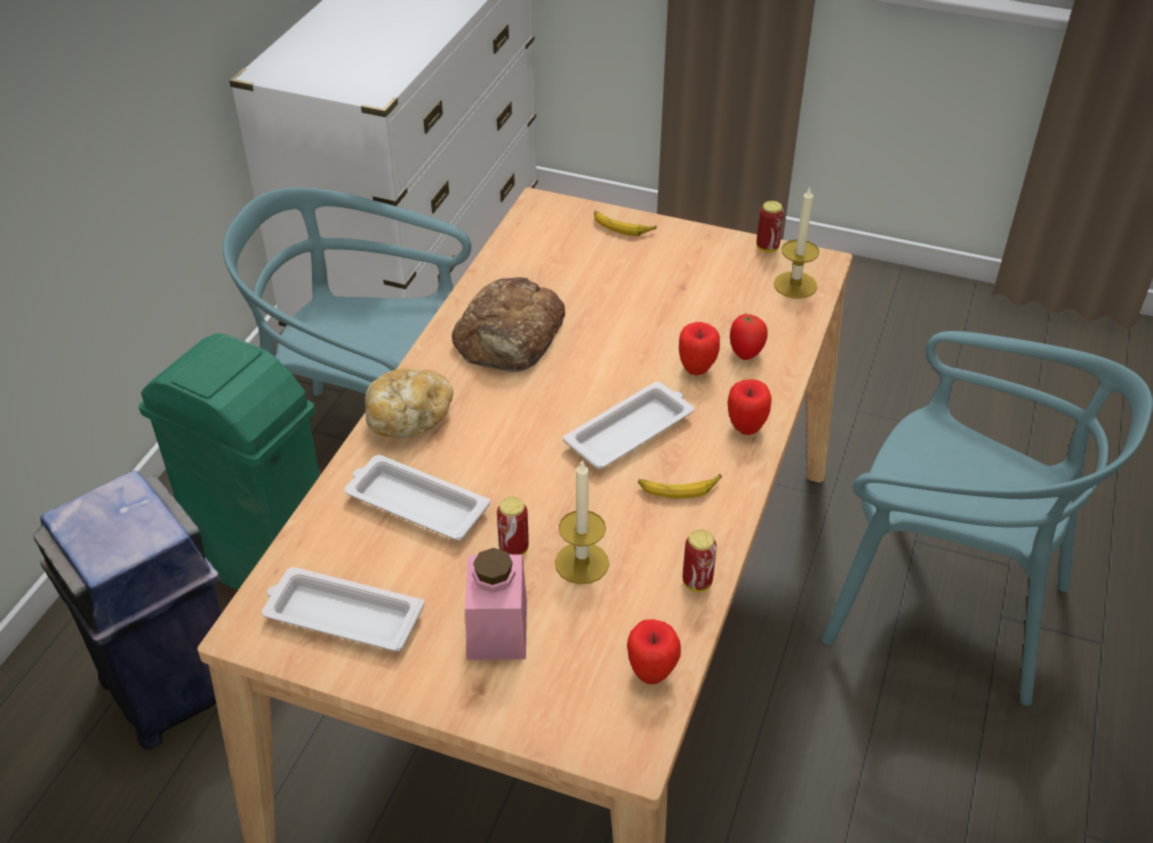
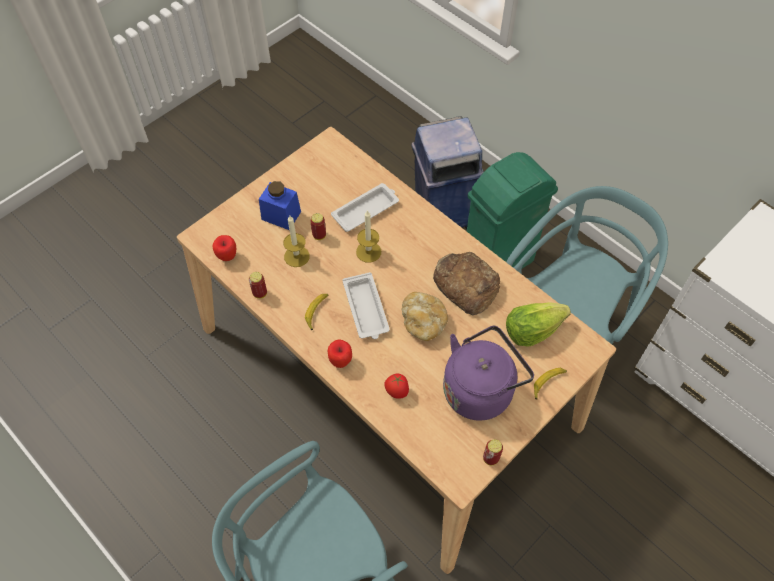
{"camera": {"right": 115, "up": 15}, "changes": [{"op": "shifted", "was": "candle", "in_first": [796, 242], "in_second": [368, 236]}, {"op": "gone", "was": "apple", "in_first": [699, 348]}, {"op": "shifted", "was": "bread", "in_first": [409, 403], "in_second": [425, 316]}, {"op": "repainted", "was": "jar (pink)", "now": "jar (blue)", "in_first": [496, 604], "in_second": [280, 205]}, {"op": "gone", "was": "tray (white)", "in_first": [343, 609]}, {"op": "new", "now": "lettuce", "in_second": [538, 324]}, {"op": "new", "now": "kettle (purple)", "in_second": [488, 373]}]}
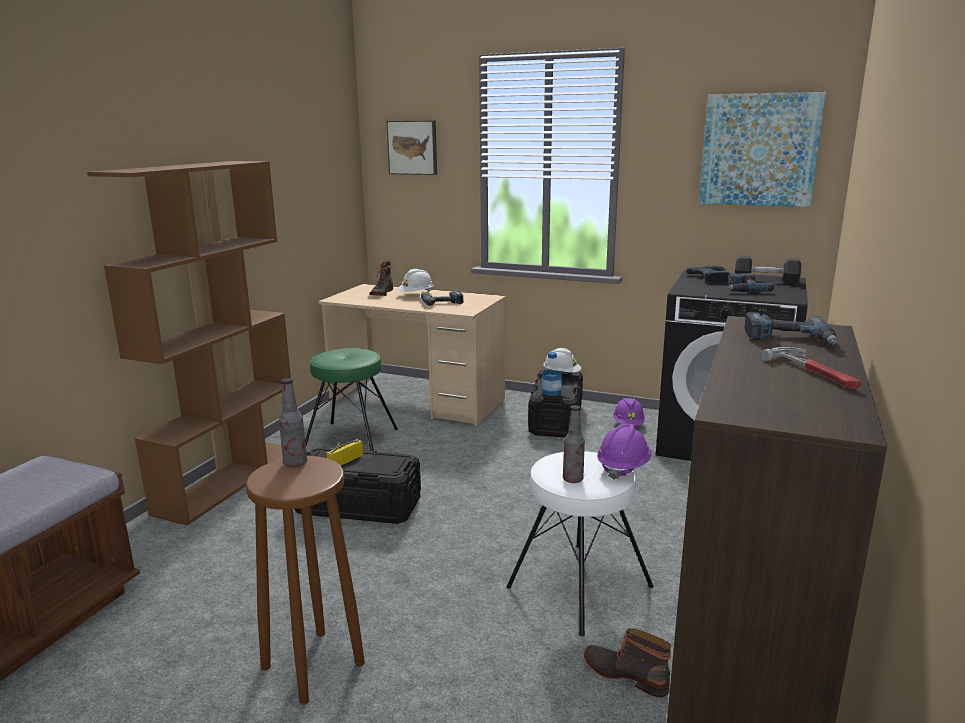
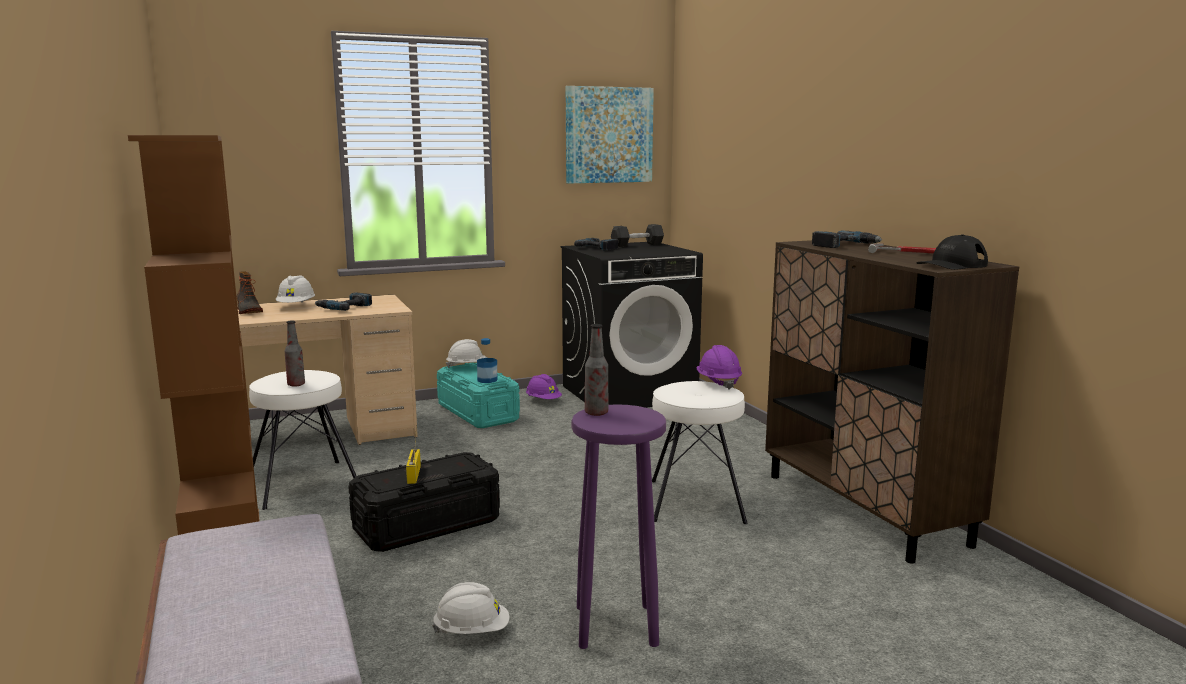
{"camera": {"right": -45, "up": -5}, "changes": [{"op": "gone", "was": "picture", "in_first": [411, 147]}, {"op": "gone", "was": "power drill", "in_first": [750, 282]}, {"op": "repainted", "was": "stool (green)", "now": "stool (white)", "in_first": [351, 400], "in_second": [303, 440]}, {"op": "repainted", "was": "storage box (black)", "now": "storage box (turquoise)", "in_first": [555, 403], "in_second": [478, 395]}, {"op": "shifted", "was": "bottle", "in_first": [574, 444], "in_second": [295, 353]}, {"op": "repainted", "was": "stool (brown)", "now": "stool (purple)", "in_first": [305, 580], "in_second": [618, 526]}, {"op": "gone", "was": "boot", "in_first": [628, 662]}, {"op": "new", "now": "cap (black)", "in_second": [952, 252]}, {"op": "new", "now": "hard hat (white)", "in_second": [470, 608]}]}
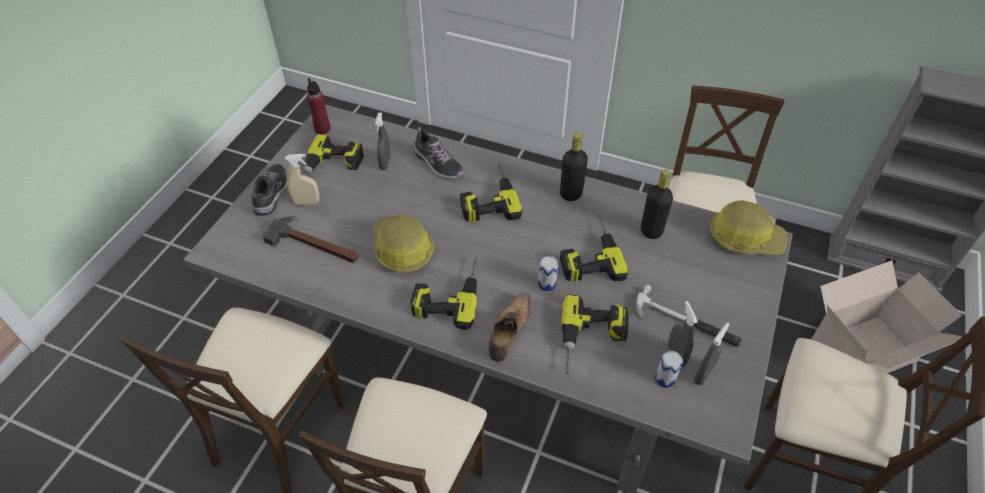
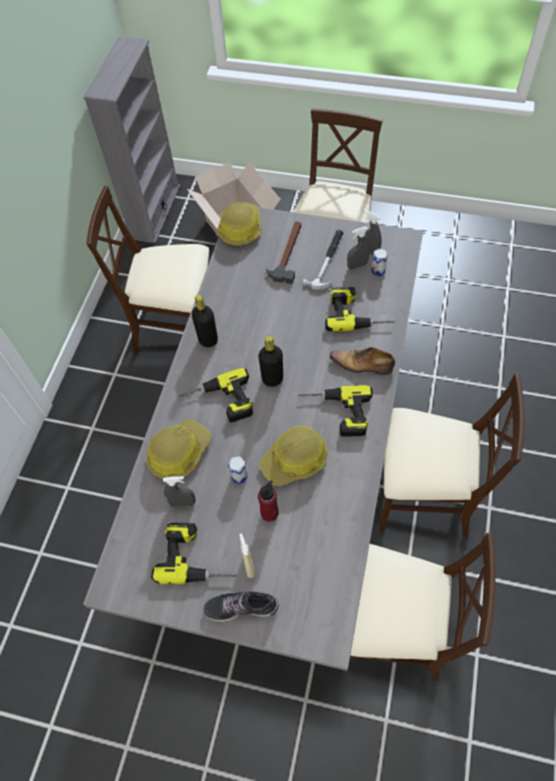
{"camera": {"right": -95, "up": 10}, "changes": [{"op": "shifted", "was": "bottle (red)", "in_first": [318, 106], "in_second": [268, 501]}, {"op": "swapped", "was": "shoe", "now": "hard hat", "in_first": [439, 153], "in_second": [178, 449]}, {"op": "shifted", "was": "bottle (black)", "in_first": [657, 204], "in_second": [270, 361]}, {"op": "gone", "was": "power drill", "in_first": [594, 248]}, {"op": "shifted", "was": "hammer", "in_first": [310, 239], "in_second": [283, 252]}, {"op": "shifted", "was": "can", "in_first": [548, 273], "in_second": [237, 470]}]}
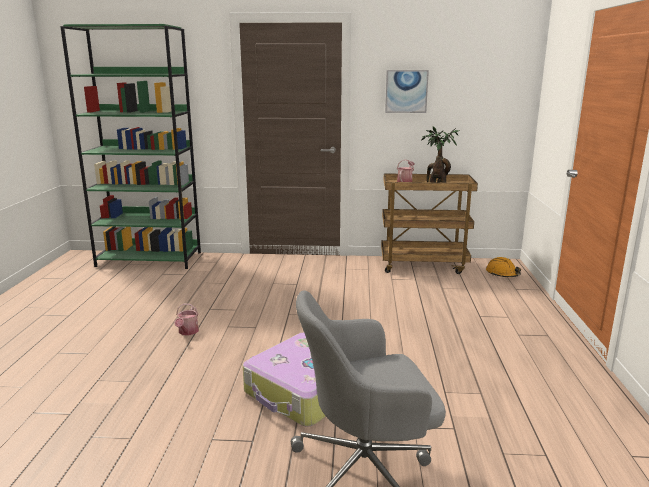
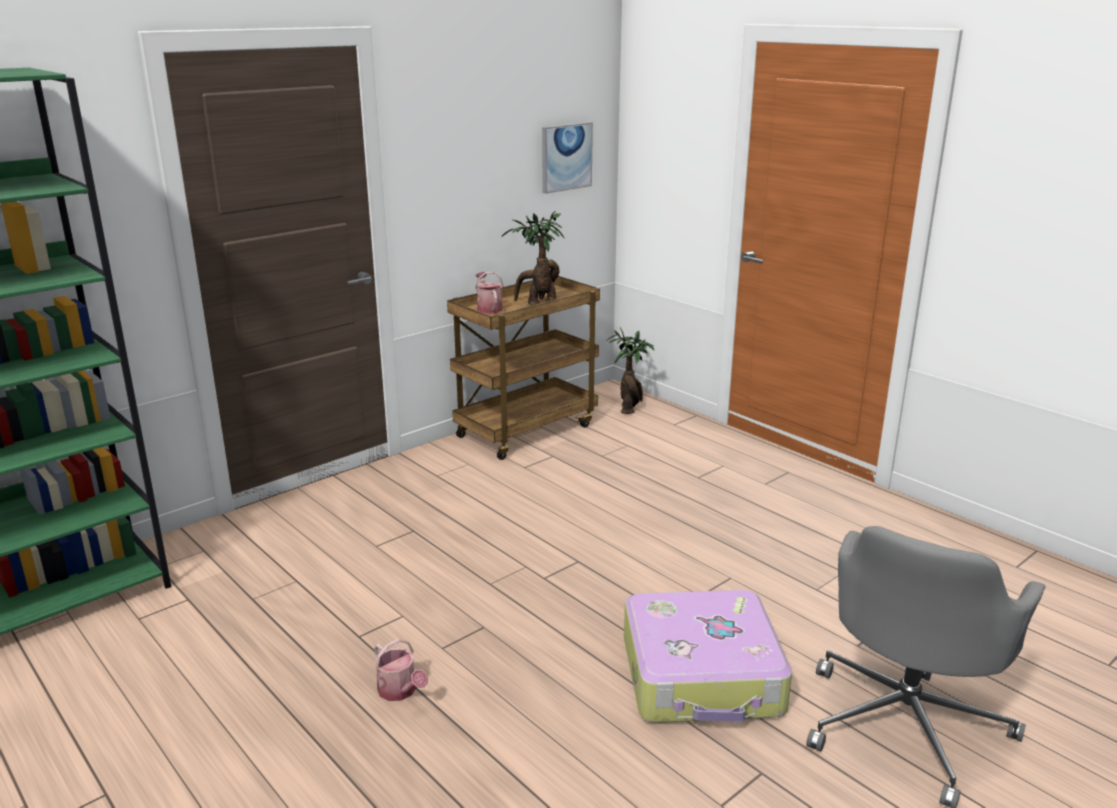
{"camera": {"right": -45, "up": 5}, "changes": [{"op": "shifted", "was": "picture", "in_first": [407, 91], "in_second": [567, 158]}, {"op": "swapped", "was": "hard hat (orange)", "now": "potted plant", "in_first": [503, 267], "in_second": [630, 370]}]}
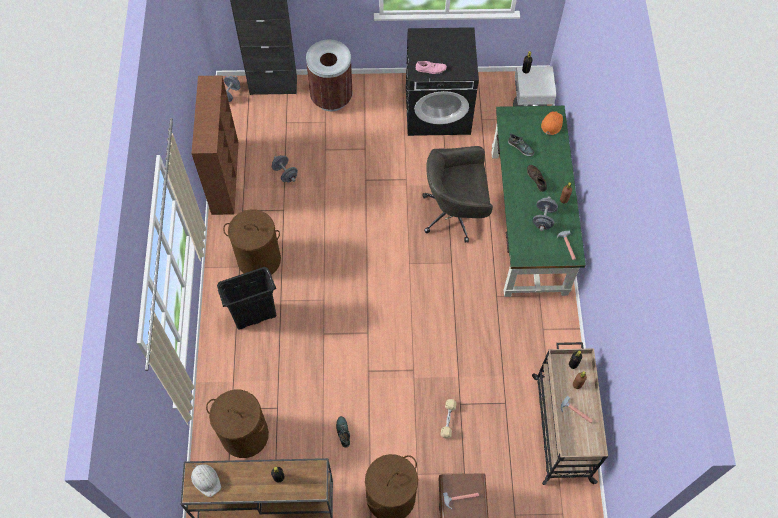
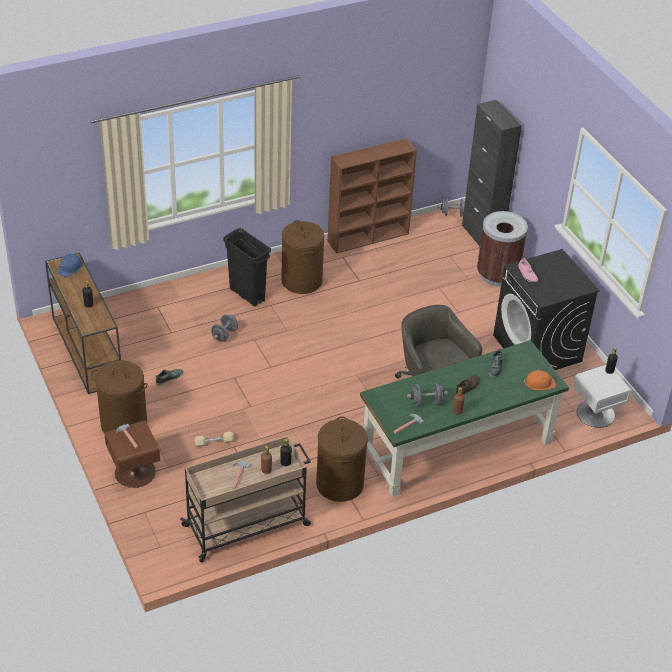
{"camera": {"right": 65, "up": -20}, "changes": [{"op": "shifted", "was": "dumbbell (grey)", "in_first": [285, 168], "in_second": [224, 327]}, {"op": "shifted", "was": "laundry basket (brown)", "in_first": [237, 424], "in_second": [342, 459]}, {"op": "repainted", "was": "hard hat (white)", "now": "hard hat (blue)", "in_first": [206, 480], "in_second": [69, 265]}]}
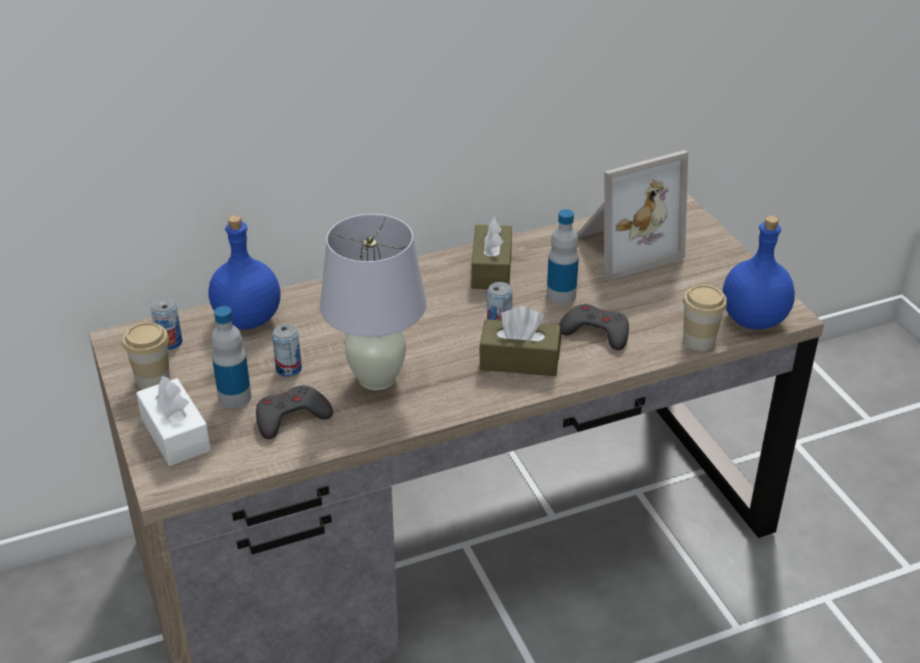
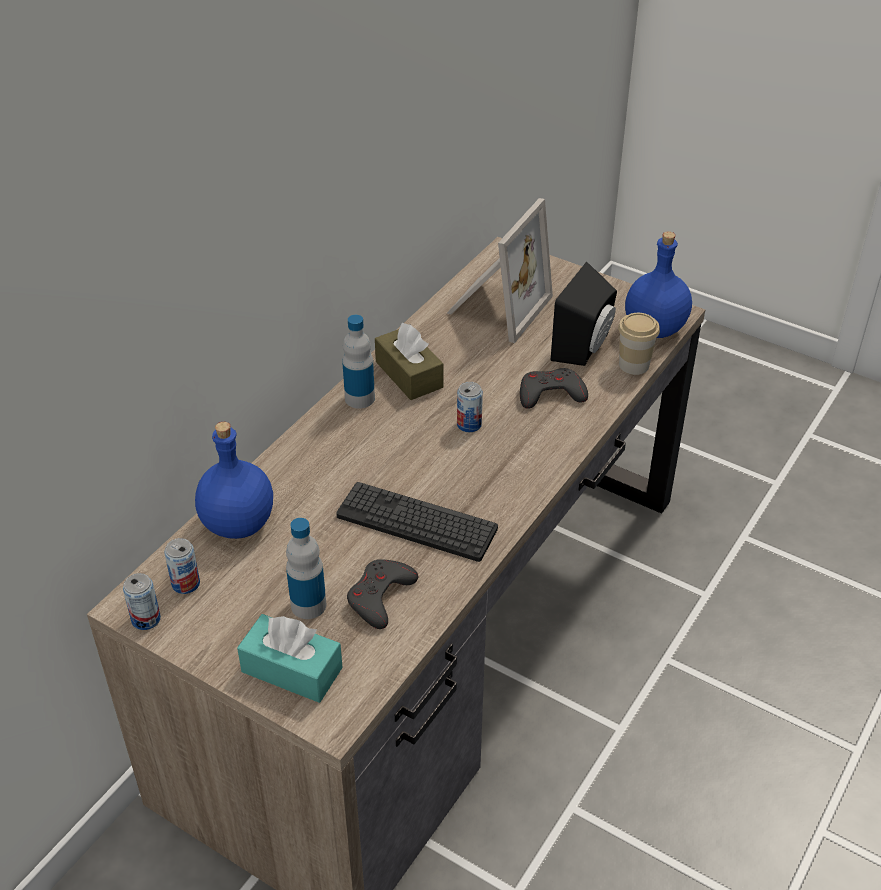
{"camera": {"right": -35, "up": 5}, "changes": [{"op": "shifted", "was": "bottle", "in_first": [563, 257], "in_second": [358, 362]}, {"op": "swapped", "was": "table lamp (white)", "now": "keyboard", "in_first": [373, 302], "in_second": [417, 522]}, {"op": "gone", "was": "tissue box (brown)", "in_first": [520, 341]}, {"op": "gone", "was": "cup", "in_first": [146, 355]}, {"op": "shifted", "was": "can", "in_first": [287, 350], "in_second": [142, 601]}, {"op": "repainted", "was": "tissue box (white)", "now": "tissue box (turquoise)", "in_first": [173, 421], "in_second": [290, 658]}, {"op": "new", "now": "speaker (black)", "in_second": [584, 314]}]}
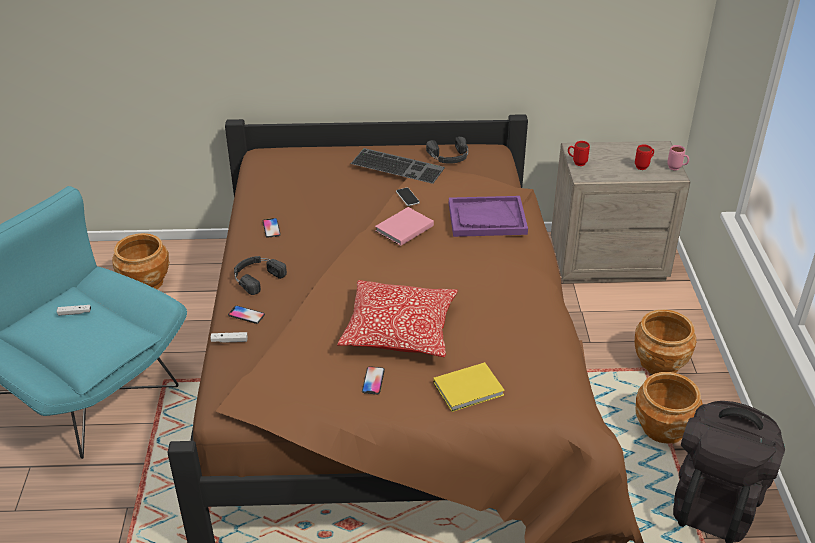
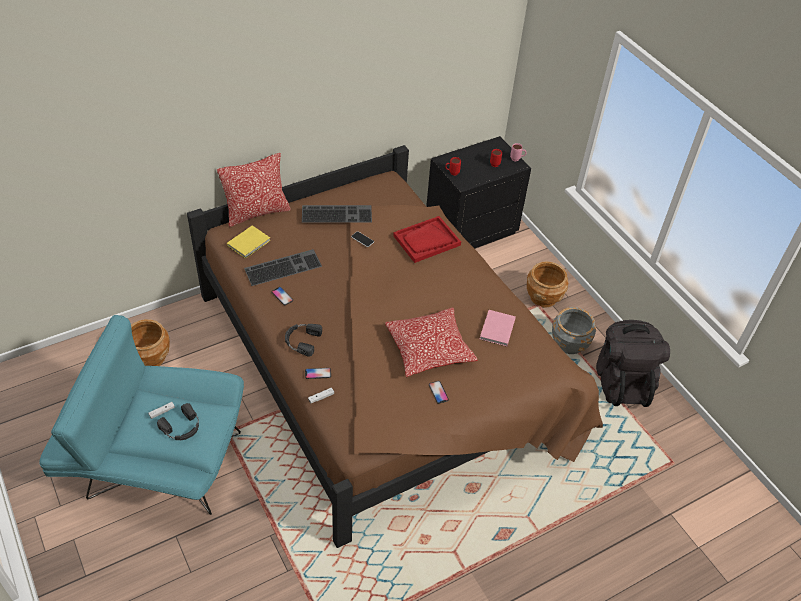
{"camera": {"right": -30, "up": 10}, "changes": [{"op": "shifted", "was": "headphones (black)", "in_first": [447, 150], "in_second": [178, 421]}, {"op": "repainted", "was": "nightstand (beige)", "now": "nightstand (black)", "in_first": [620, 212], "in_second": [478, 192]}, {"op": "repainted", "was": "tray (purple)", "now": "tray (red)", "in_first": [488, 216], "in_second": [427, 239]}, {"op": "shifted", "was": "book (pink)", "in_first": [404, 226], "in_second": [498, 328]}, {"op": "shifted", "was": "book (yellow)", "in_first": [469, 387], "in_second": [249, 242]}, {"op": "repainted", "was": "planter (brown)", "now": "planter (grey)", "in_first": [668, 408], "in_second": [574, 330]}, {"op": "new", "now": "pillow", "in_second": [253, 190]}, {"op": "new", "now": "keyboard", "in_second": [283, 267]}]}
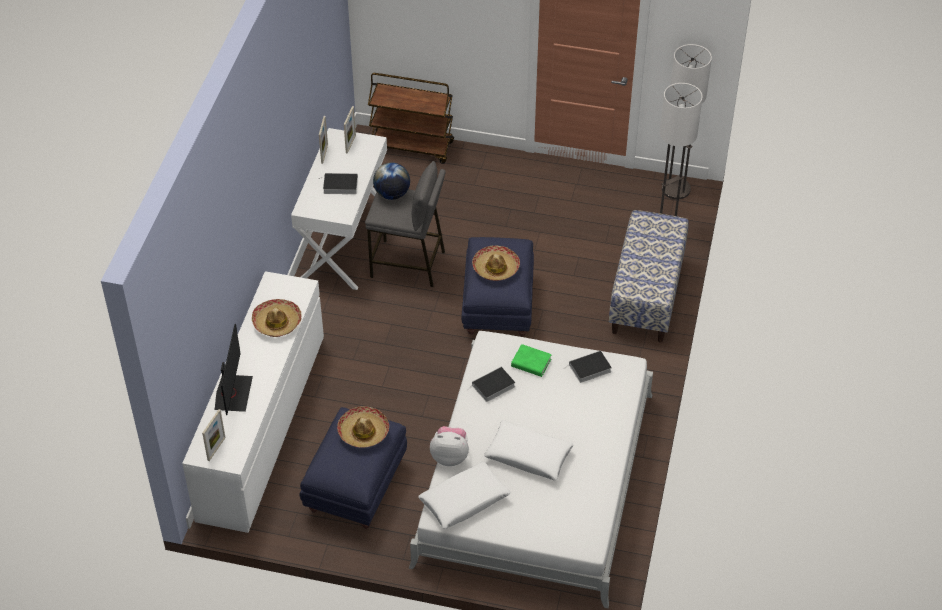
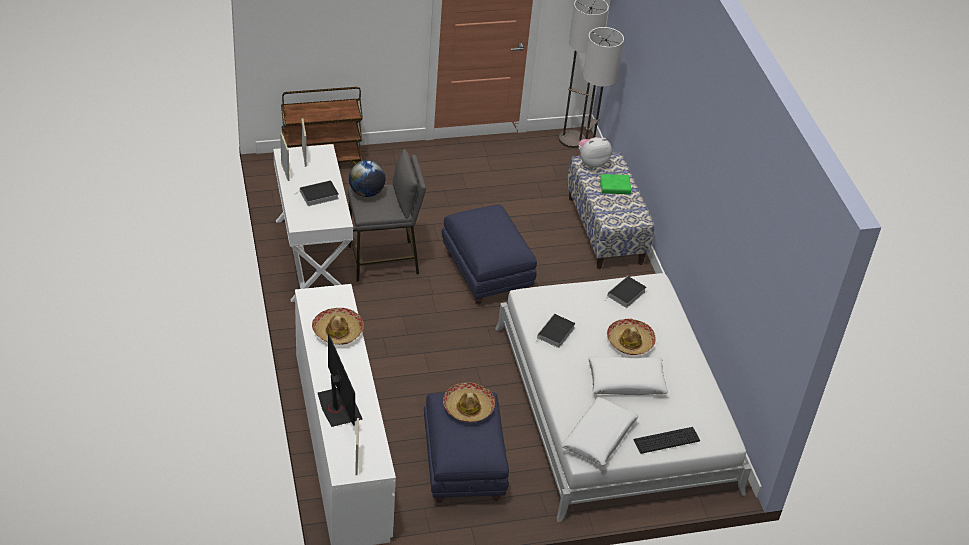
{"camera": {"right": -30, "up": -5}, "changes": [{"op": "shifted", "was": "hat", "in_first": [496, 263], "in_second": [631, 337]}, {"op": "shifted", "was": "book (green)", "in_first": [531, 360], "in_second": [615, 184]}, {"op": "shifted", "was": "plush toy", "in_first": [449, 446], "in_second": [595, 152]}, {"op": "new", "now": "keyboard", "in_second": [667, 440]}]}
